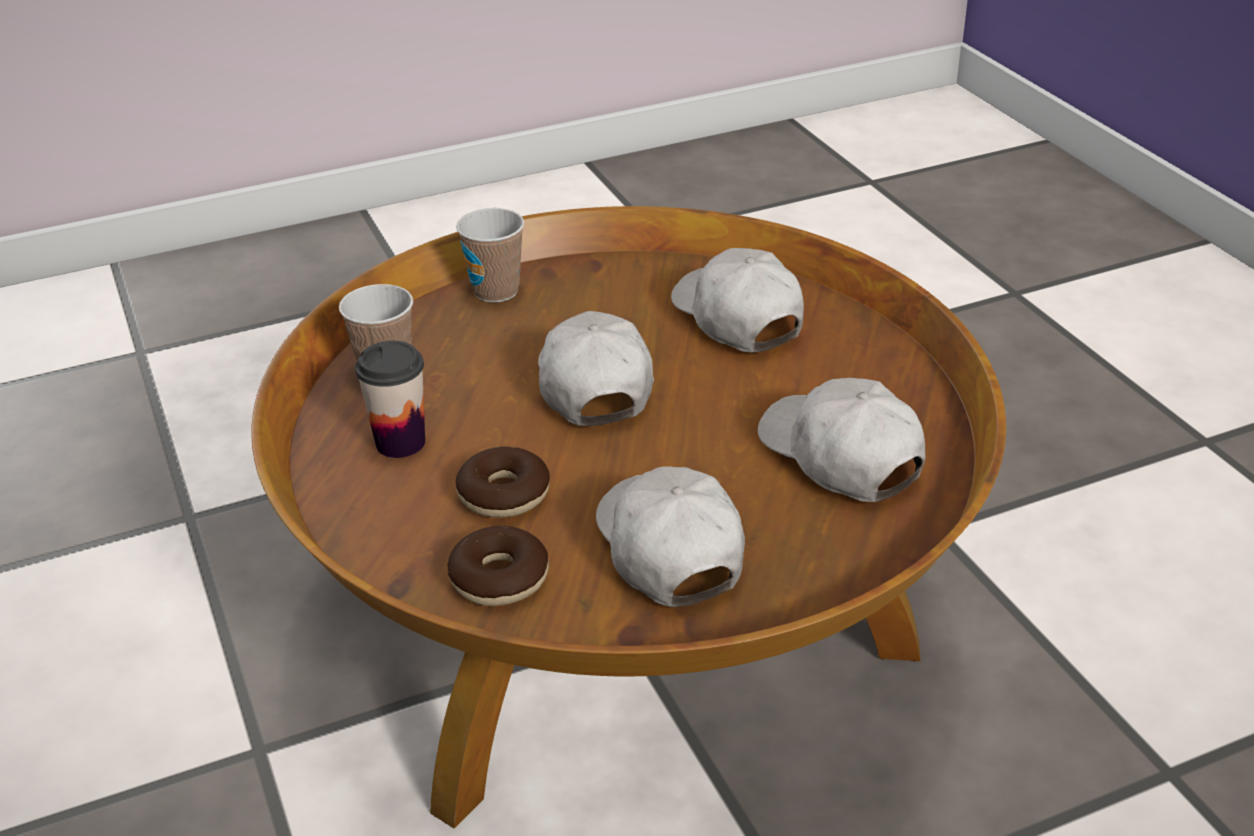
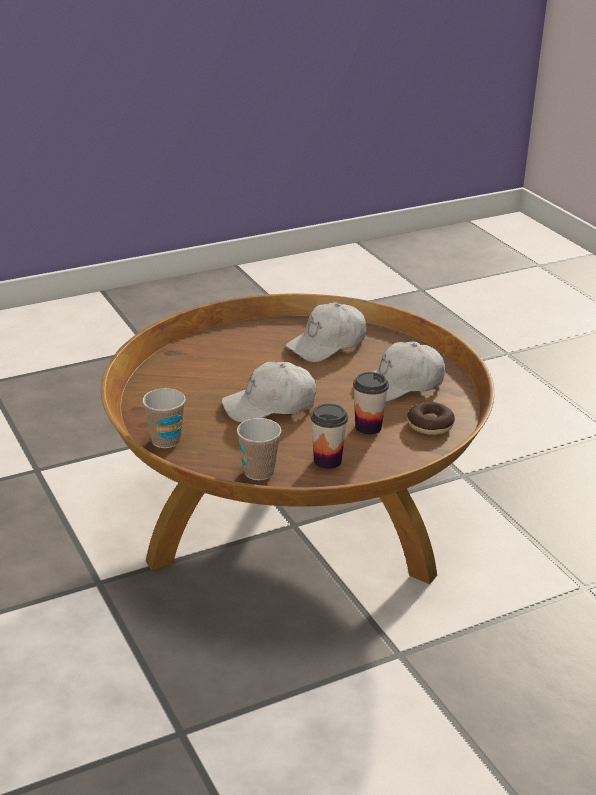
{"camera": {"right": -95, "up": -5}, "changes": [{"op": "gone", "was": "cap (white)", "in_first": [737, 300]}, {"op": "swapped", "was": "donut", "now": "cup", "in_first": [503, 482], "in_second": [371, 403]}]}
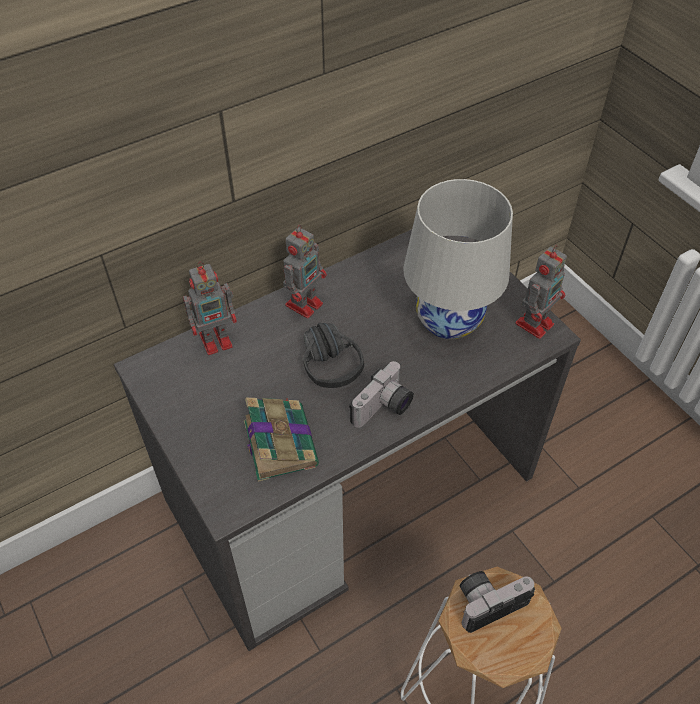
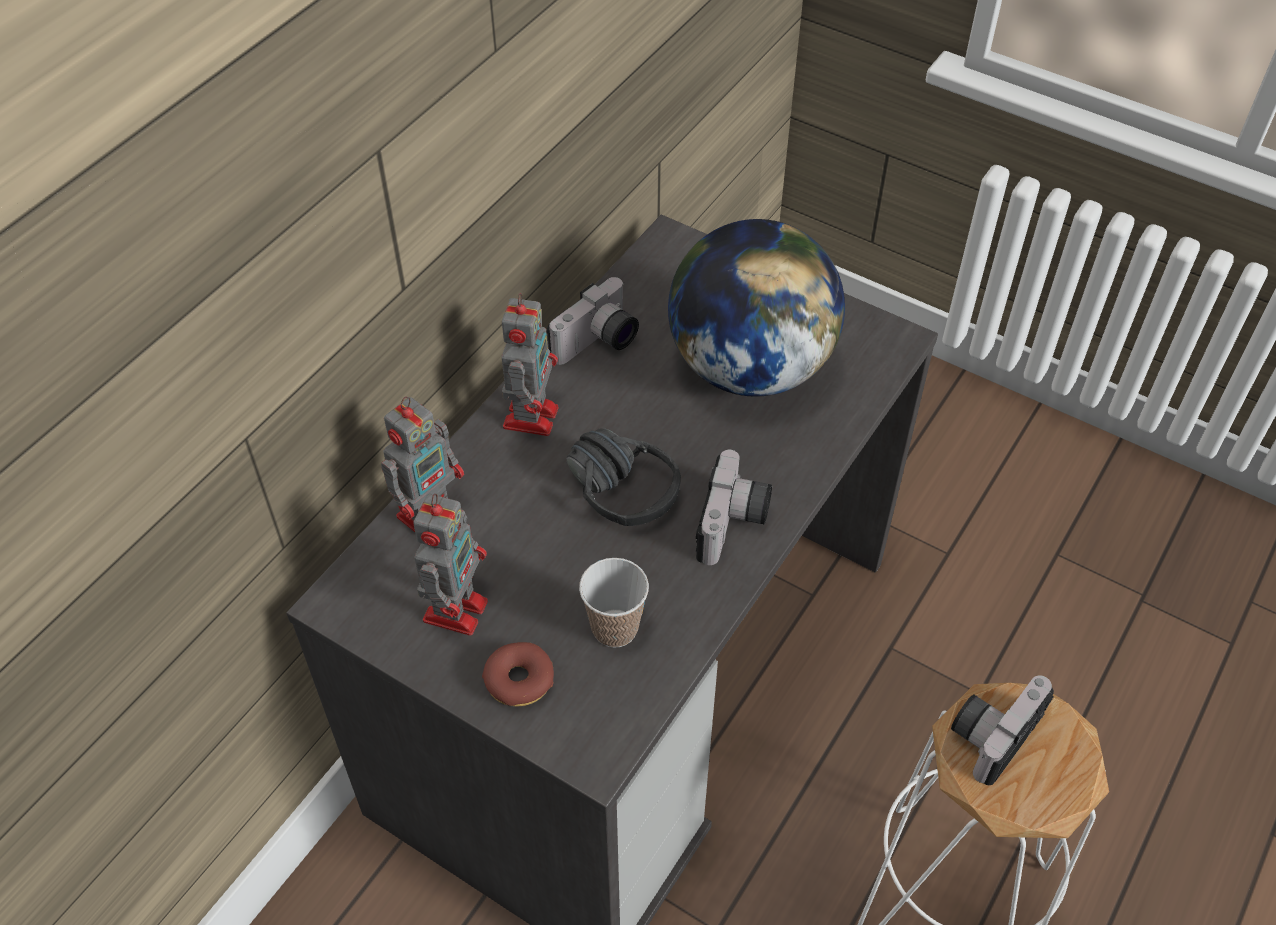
{"camera": {"right": -25, "up": 0}, "changes": [{"op": "swapped", "was": "table lamp (white)", "now": "globe", "in_first": [458, 259], "in_second": [756, 308]}, {"op": "shifted", "was": "toy robot", "in_first": [541, 292], "in_second": [450, 565]}, {"op": "swapped", "was": "book", "now": "cup", "in_first": [281, 439], "in_second": [614, 603]}, {"op": "new", "now": "photo camera", "in_second": [592, 321]}, {"op": "new", "now": "donut", "in_second": [518, 674]}]}
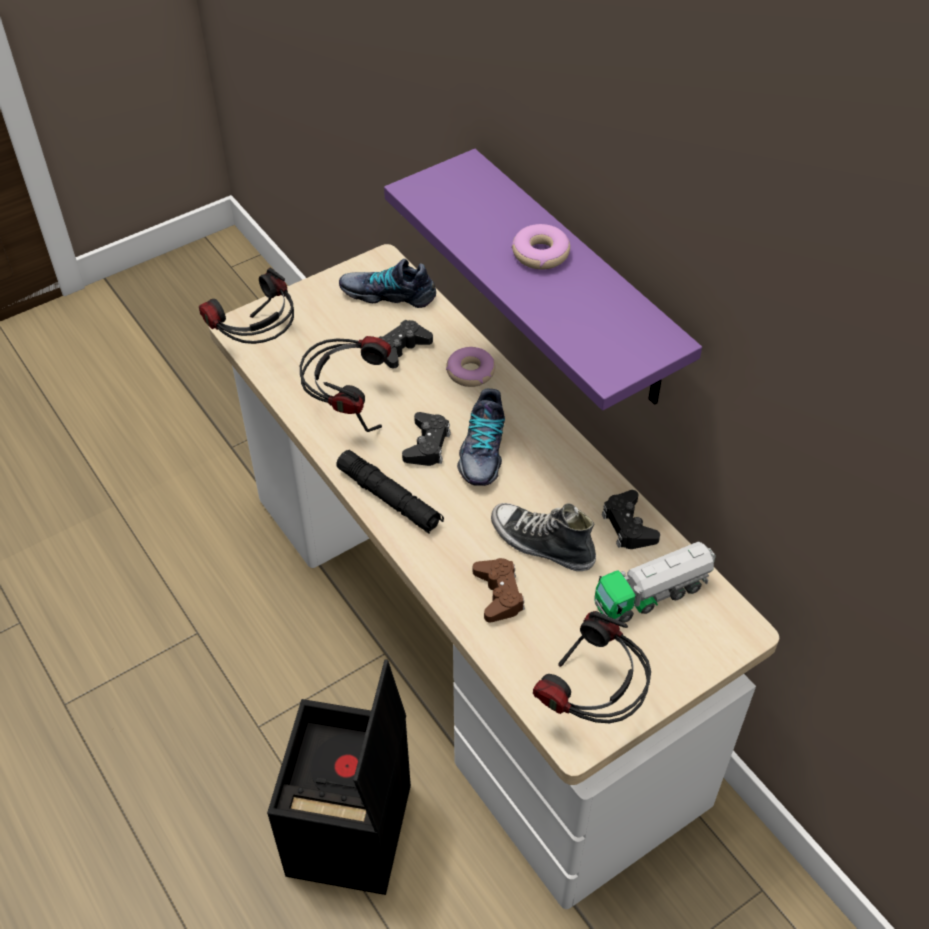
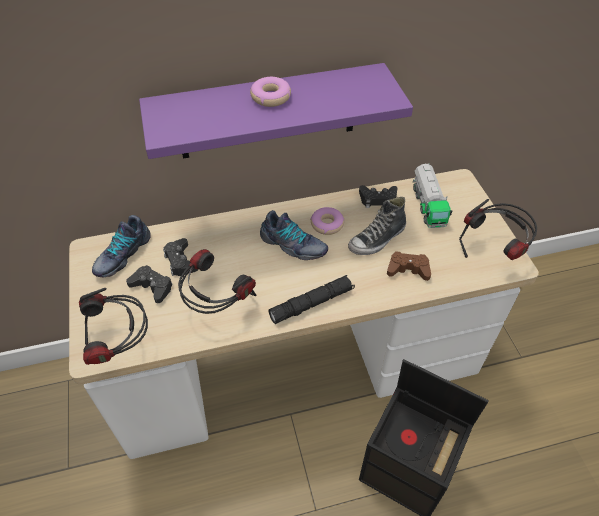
{"camera": {"right": -70, "up": 0}, "changes": [{"op": "shifted", "was": "donut", "in_first": [470, 367], "in_second": [327, 221]}, {"op": "shifted", "was": "game controller (black)", "in_first": [426, 439], "in_second": [149, 284]}]}
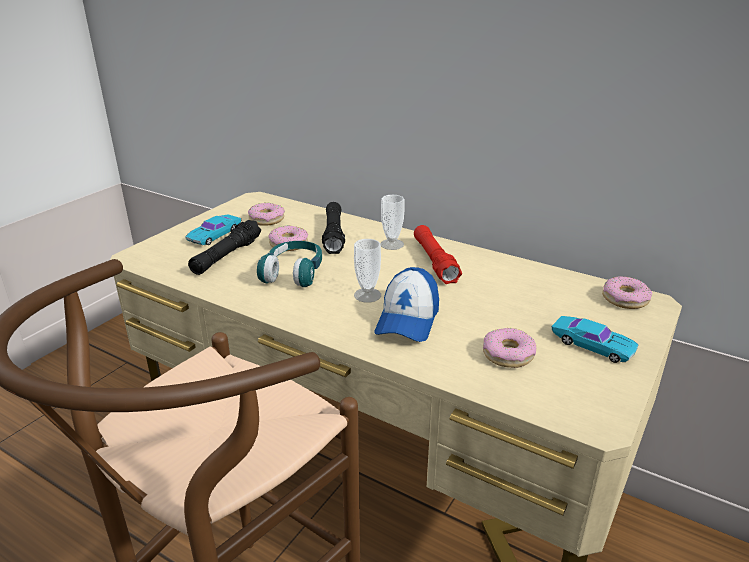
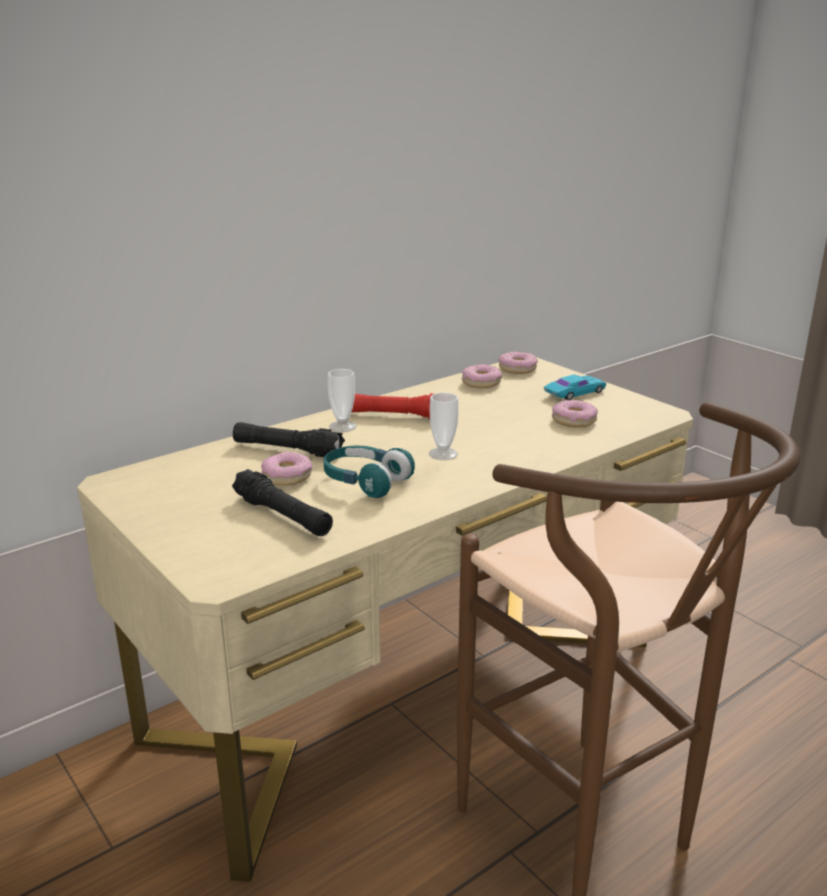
{"camera": {"right": -70, "up": -5}, "changes": [{"op": "shifted", "was": "donut", "in_first": [266, 214], "in_second": [482, 376]}, {"op": "gone", "was": "toy car (turquoise)", "in_first": [213, 230]}, {"op": "gone", "was": "cap", "in_first": [406, 304]}]}
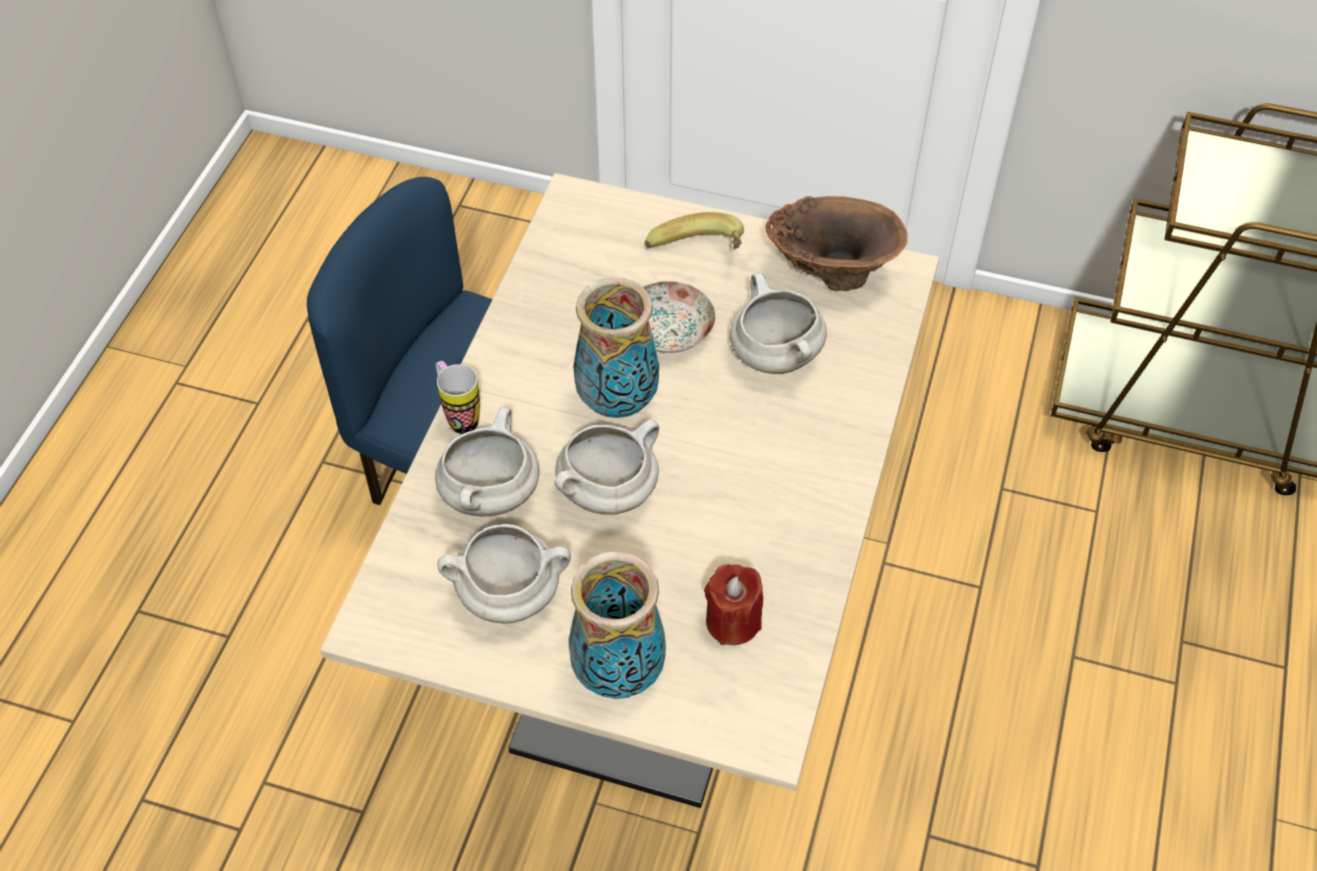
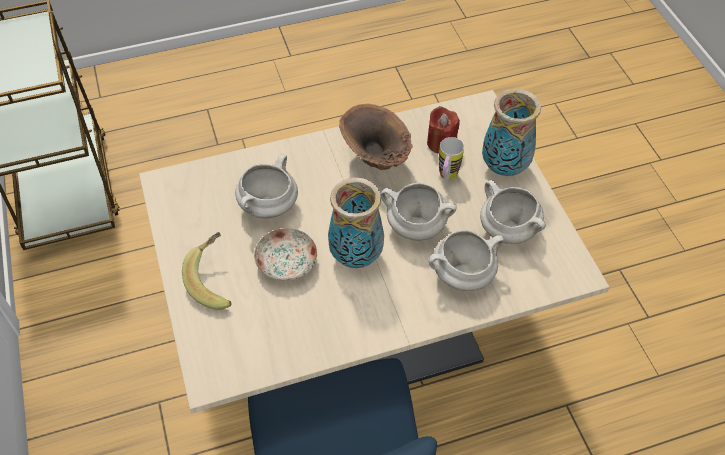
{"camera": {"right": -125, "up": 0}, "changes": [{"op": "shifted", "was": "vase (brown)", "in_first": [837, 243], "in_second": [375, 137]}, {"op": "shifted", "was": "mug", "in_first": [458, 397], "in_second": [451, 158]}]}
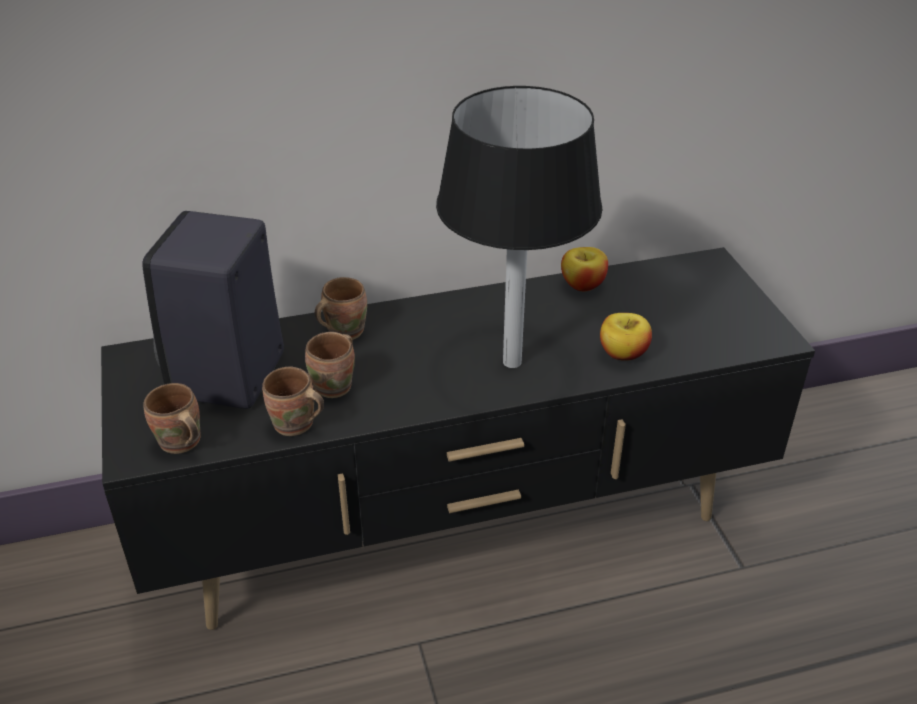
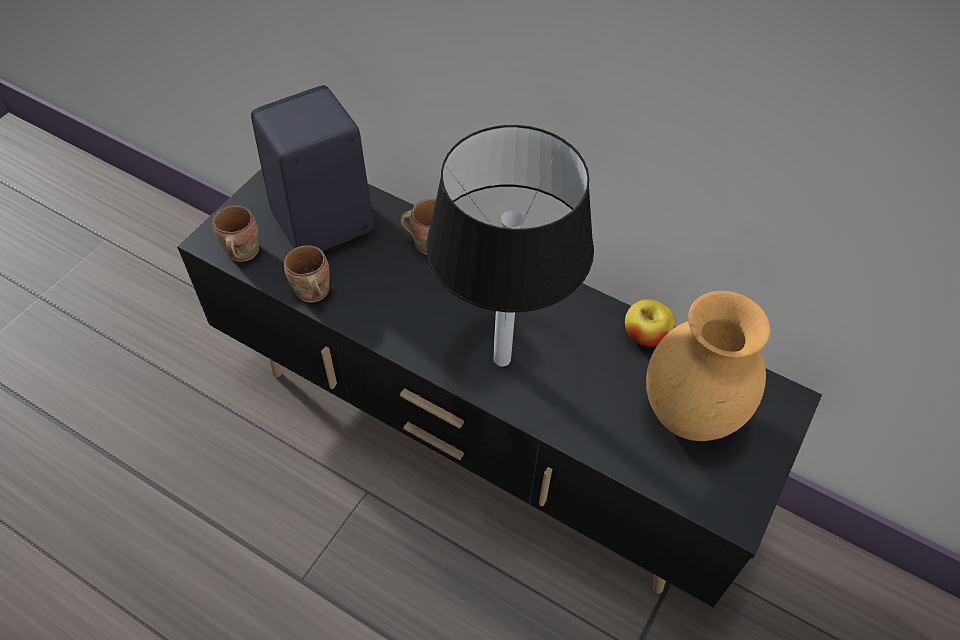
{"camera": {"right": 45, "up": 15}, "changes": [{"op": "gone", "was": "apple", "in_first": [626, 337]}, {"op": "gone", "was": "mug (brown)", "in_first": [330, 365]}, {"op": "new", "now": "vase (brown)", "in_second": [708, 366]}]}
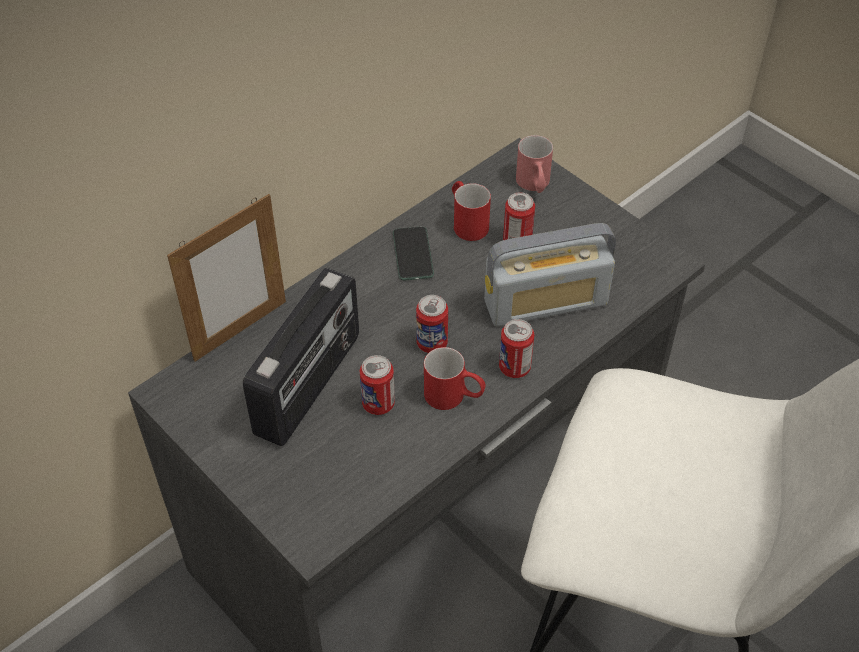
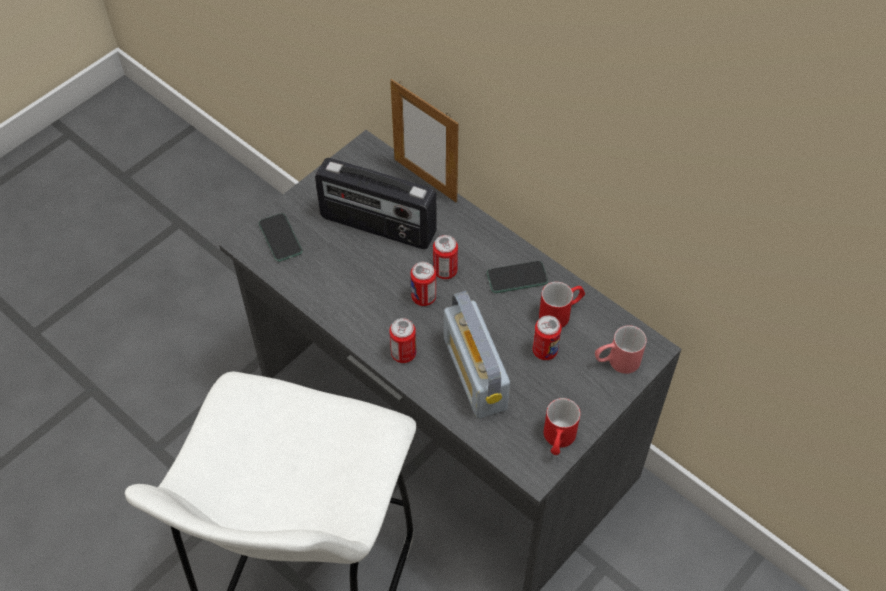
{"camera": {"right": 85, "up": 5}, "changes": [{"op": "shifted", "was": "mug (red)", "in_first": [455, 378], "in_second": [562, 426]}, {"op": "shifted", "was": "can", "in_first": [377, 385], "in_second": [445, 257]}, {"op": "new", "now": "phone", "in_second": [281, 237]}]}
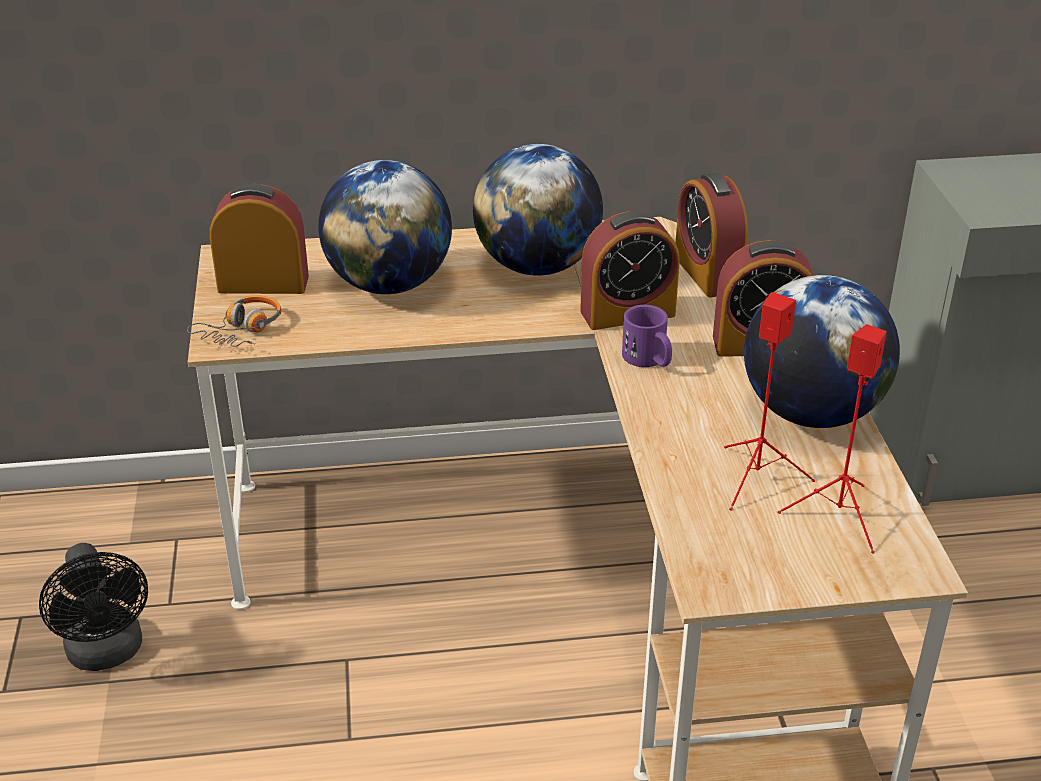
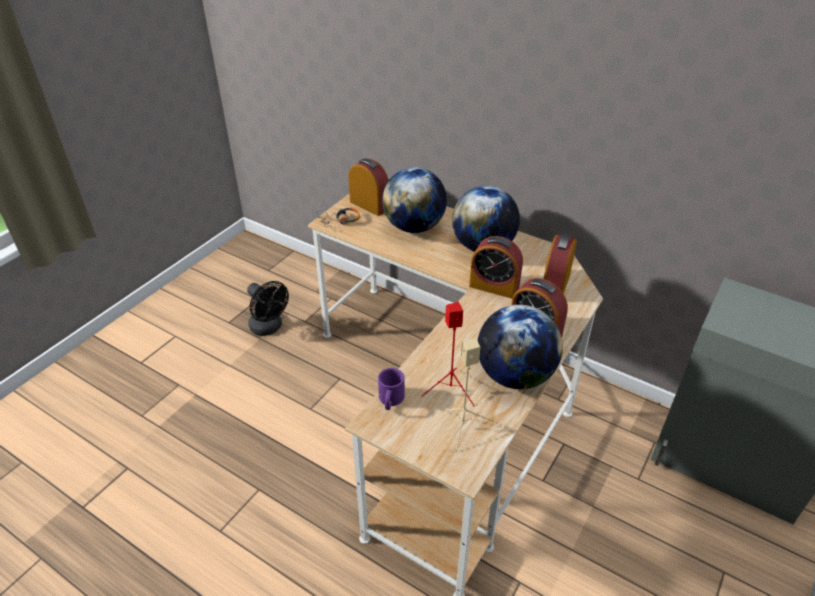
{"camera": {"right": 40, "up": 5}, "changes": [{"op": "shifted", "was": "mug (purple)", "in_first": [647, 336], "in_second": [391, 389]}, {"op": "repainted", "was": "speaker (red)", "now": "speaker (beige)", "in_first": [832, 439], "in_second": [466, 396]}, {"op": "rotated", "was": "fan (black)", "in_first": [93, 607], "in_second": [268, 308], "clockwise": -60}]}
